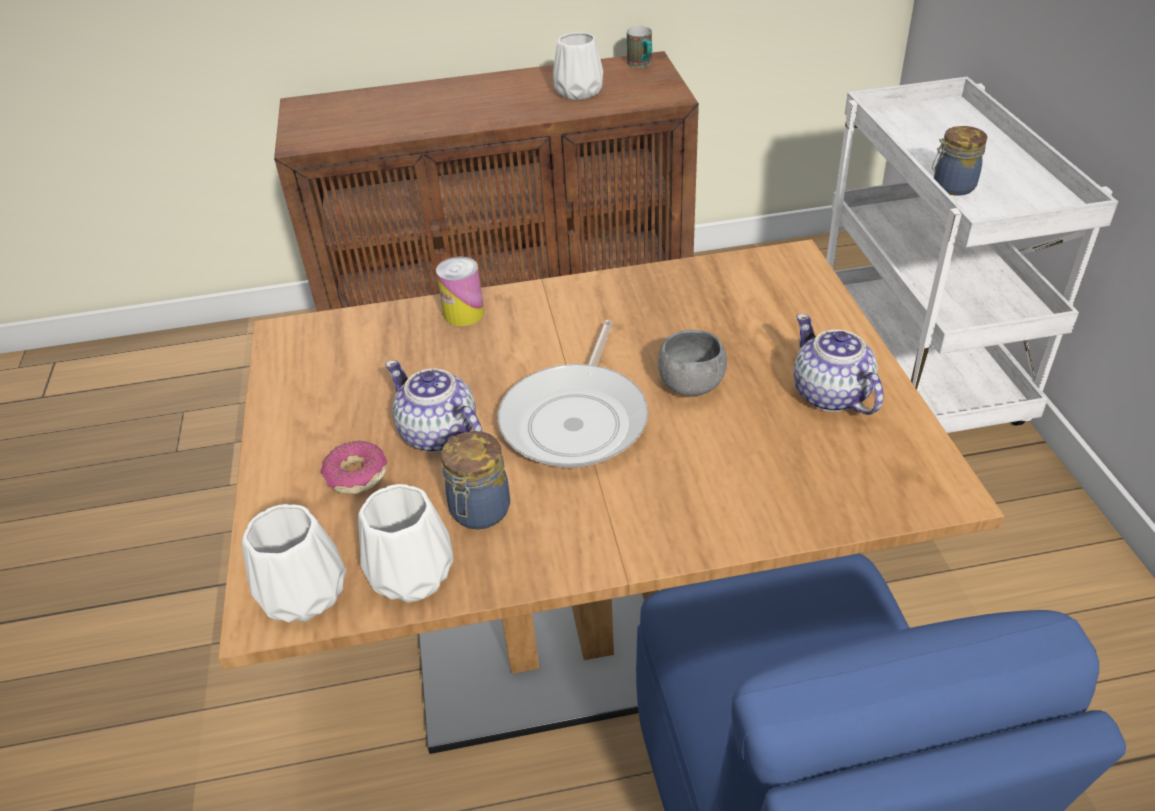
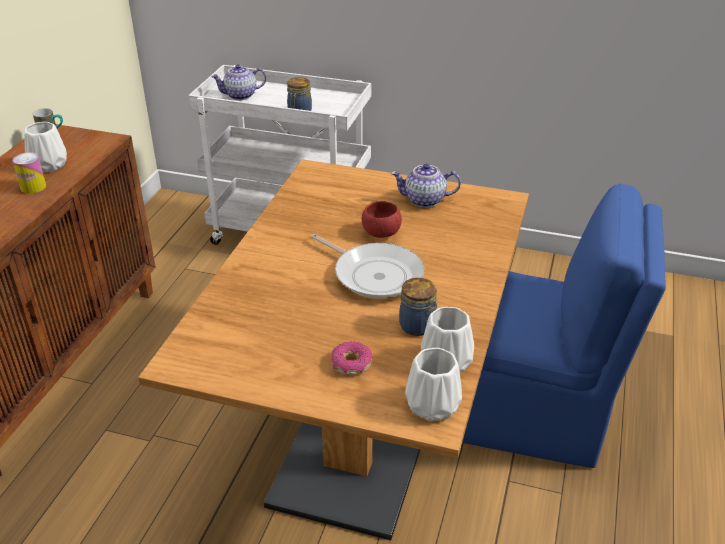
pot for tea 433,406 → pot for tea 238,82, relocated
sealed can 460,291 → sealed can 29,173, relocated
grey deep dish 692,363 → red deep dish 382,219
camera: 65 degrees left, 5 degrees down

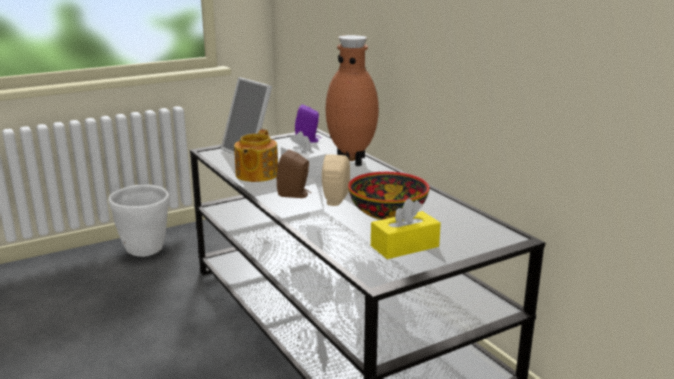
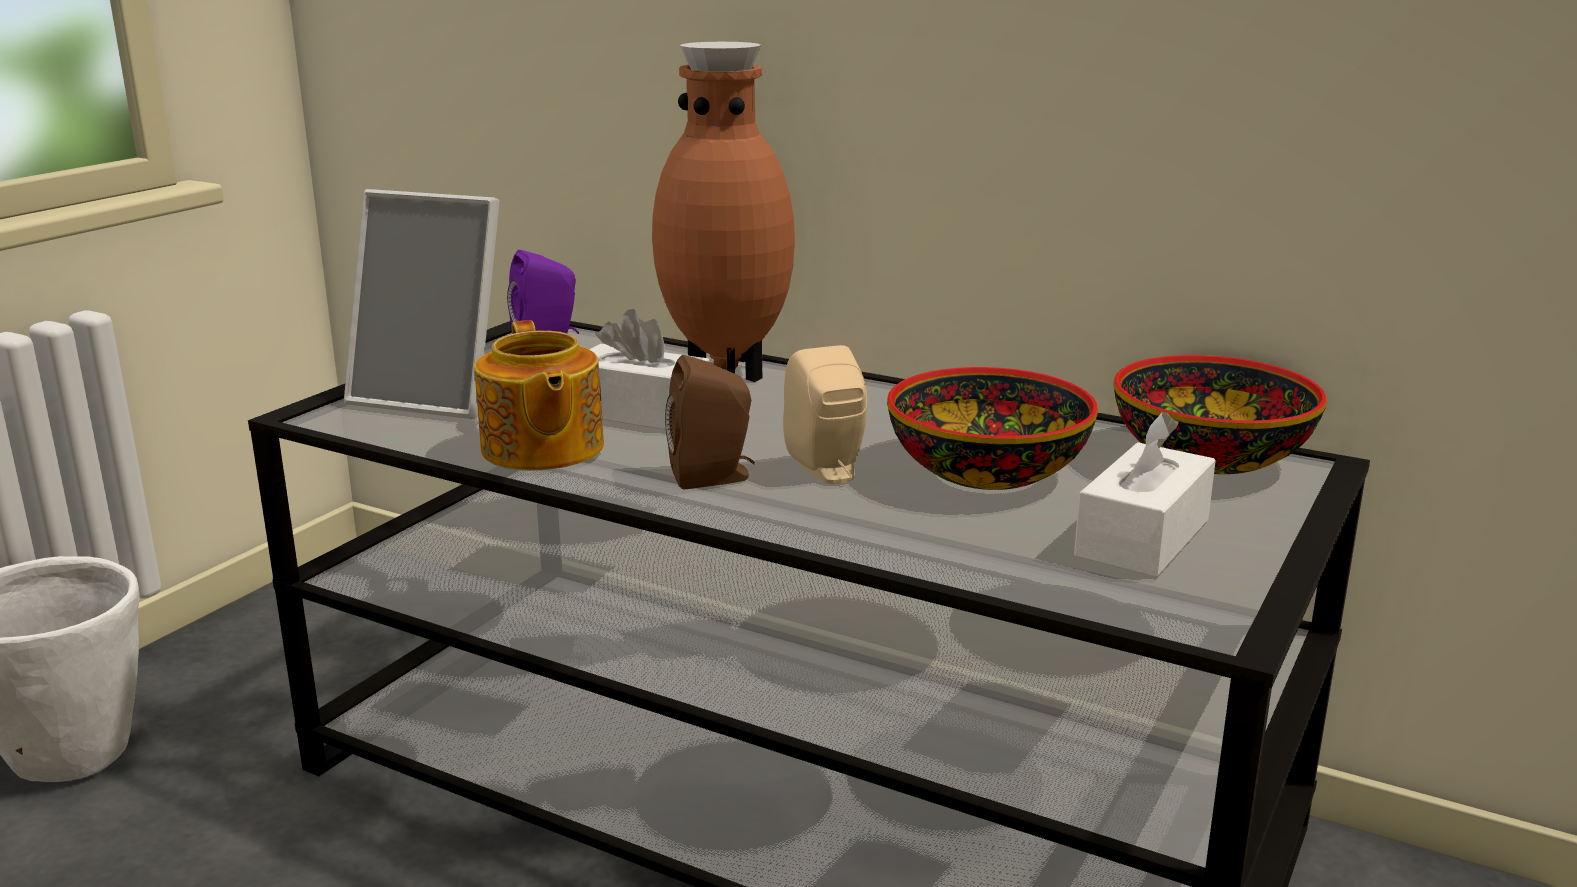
- → deep dish 1220,414
yellow-coloured box of tissues 406,229 → white-coloured box of tissues 1145,494
camera: 30 degrees left, 0 degrees up

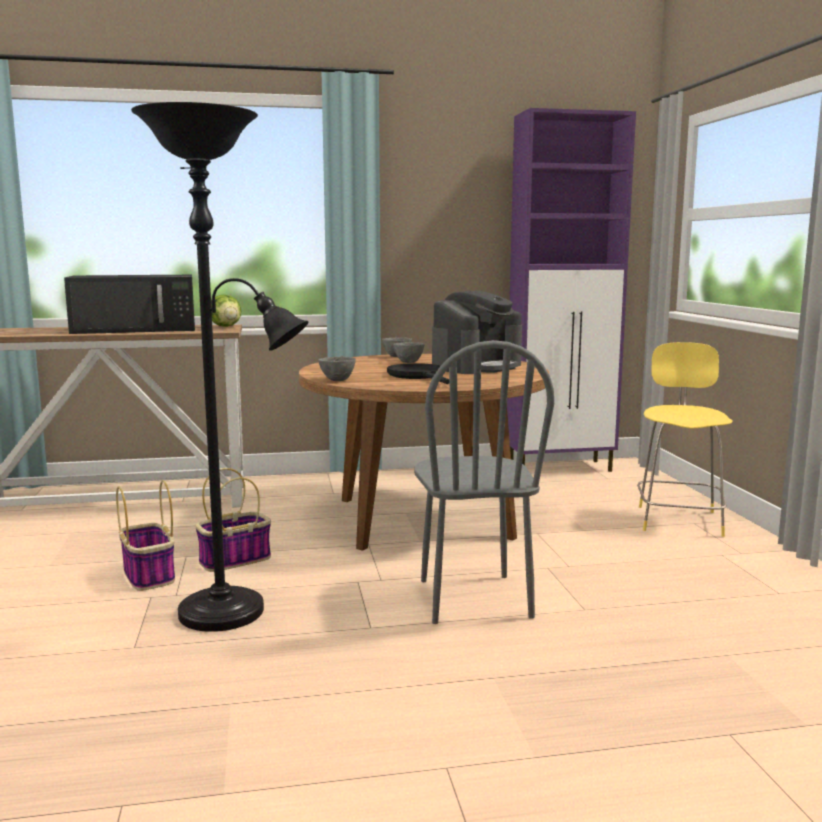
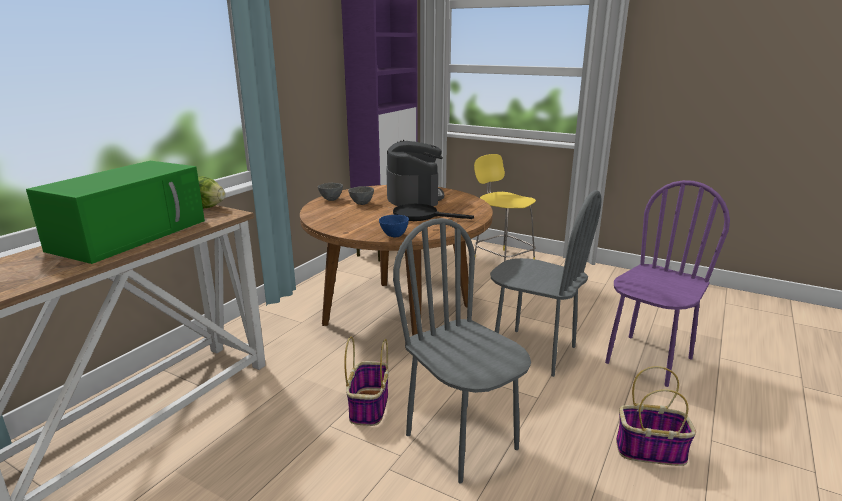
- → purple-coloured plain chair 667,283
household basket 145,535 → household basket 656,416, relocated
black standing lamp 219,367 → grey plain chair 462,351
black microwave 129,304 → green microwave 115,212
grey deep dish 337,368 → blue deep dish 394,226
camera: 50 degrees left, 10 degrees up

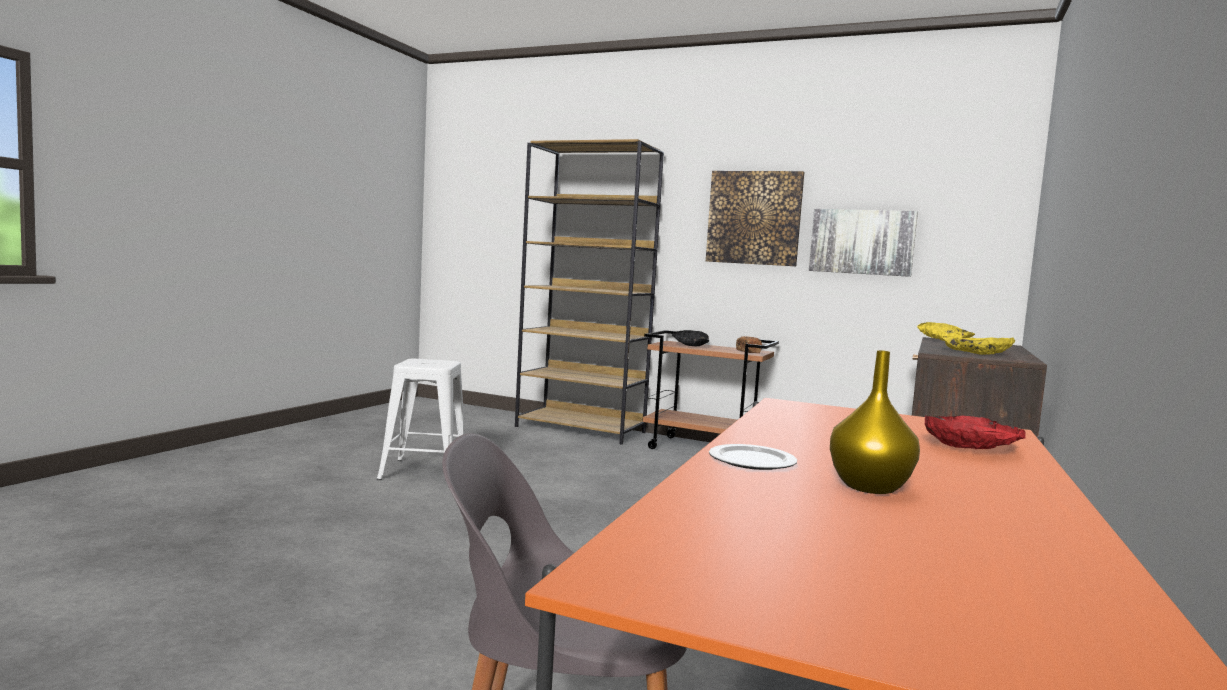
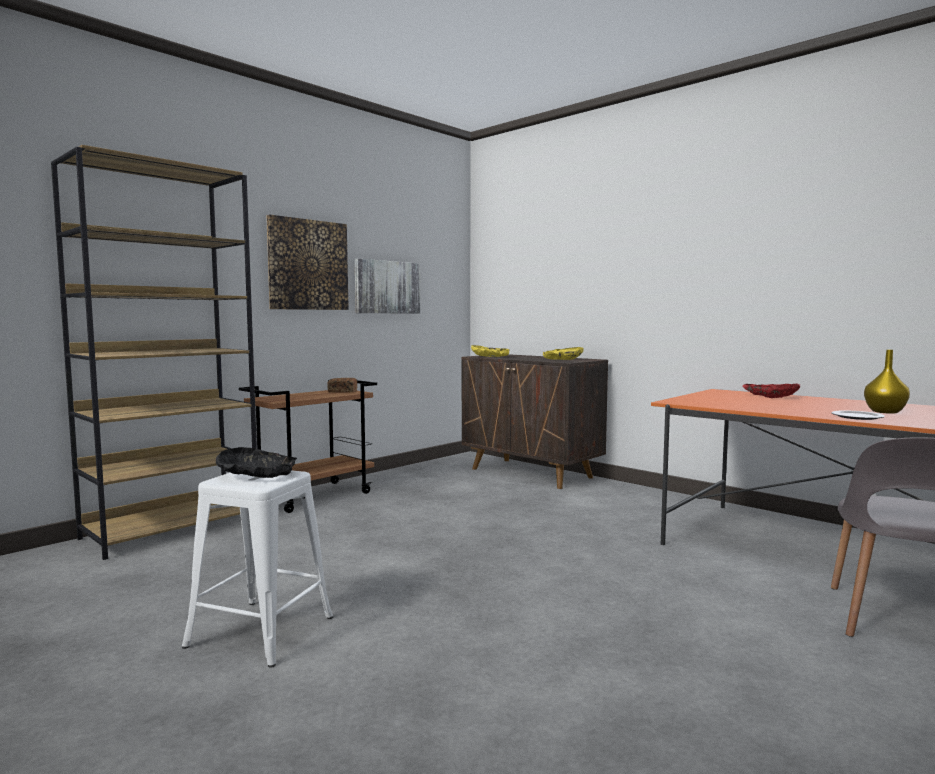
black deep dish 691,338 → black deep dish 256,462, relocated
camera: 70 degrees left, 0 degrees up

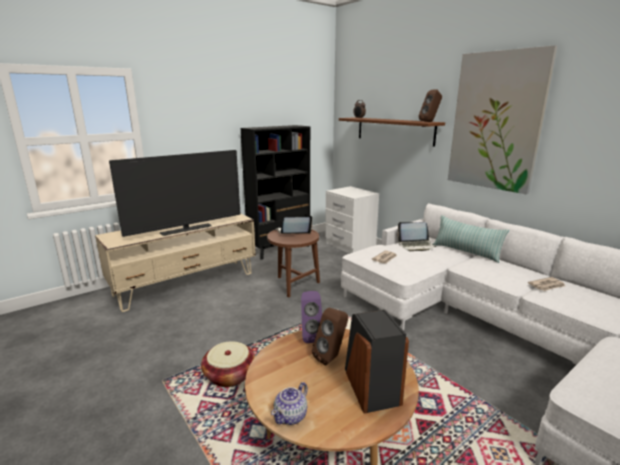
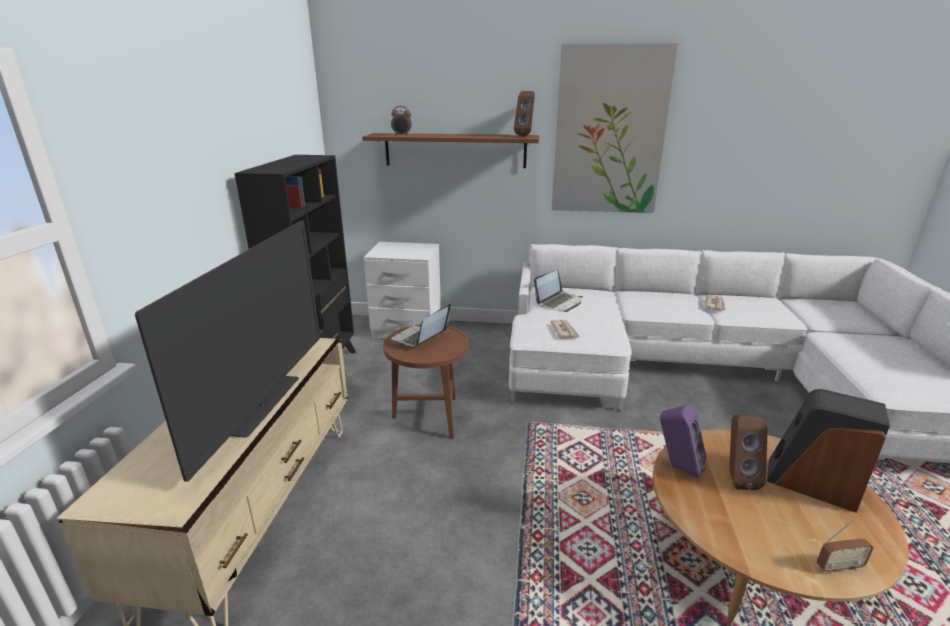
household basket 228,364 → -
pillow 471,239 → -
pot for tea 289,403 → radio 845,547
camera: 45 degrees left, 5 degrees up

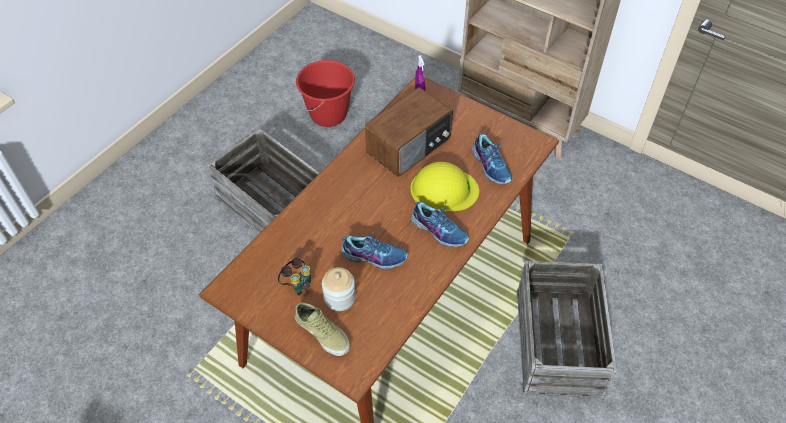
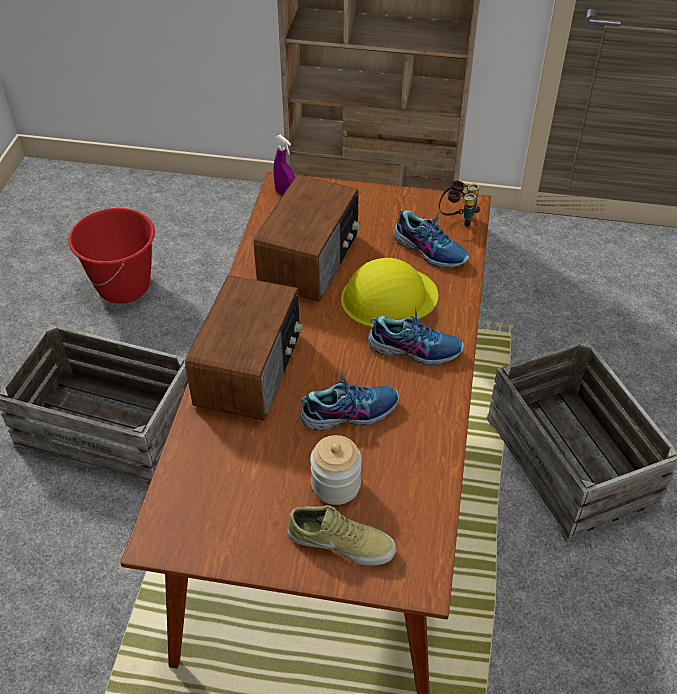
- → radio 244,347
field glasses 294,276 → field glasses 459,204, relocated
camera: 25 degrees left, 5 degrees down

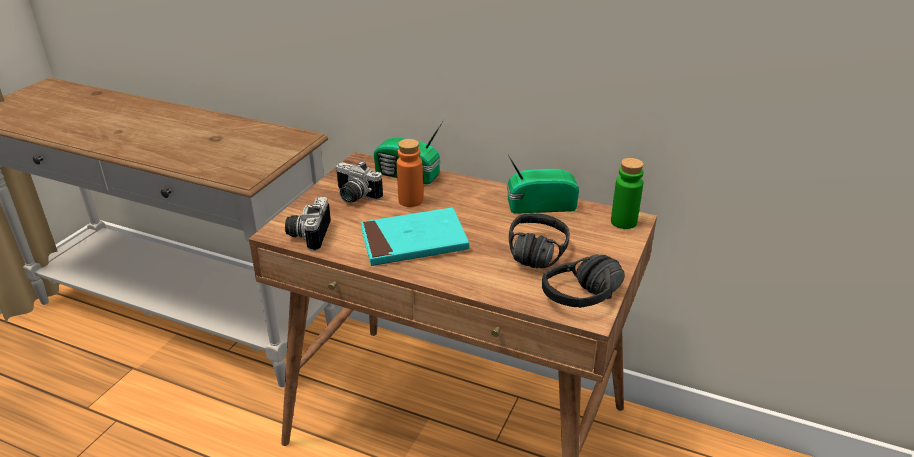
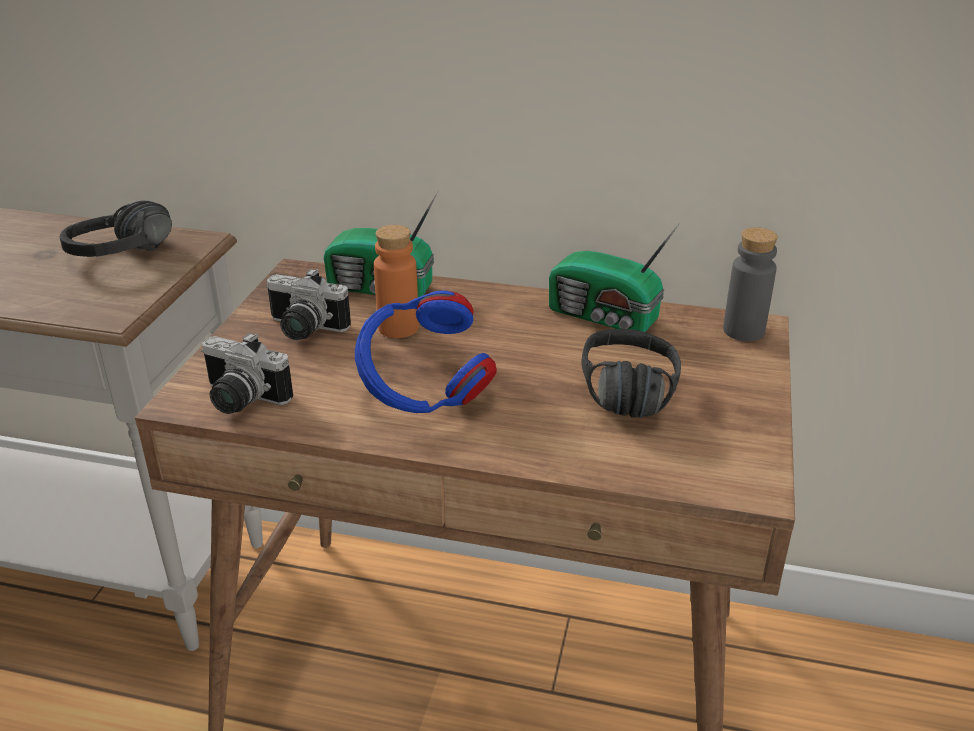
black headphones 583,281 → black headphones 116,229, relocated
turquoise-coloured book 415,236 → blue headphones 426,351
green bottle 627,193 → grey bottle 750,284
photo camera 308,224 → photo camera 247,373, 60 degrees counterclockwise
radio 543,184 → radio 614,278, 135 degrees counterclockwise
camera: 10 degrees left, 0 degrees up

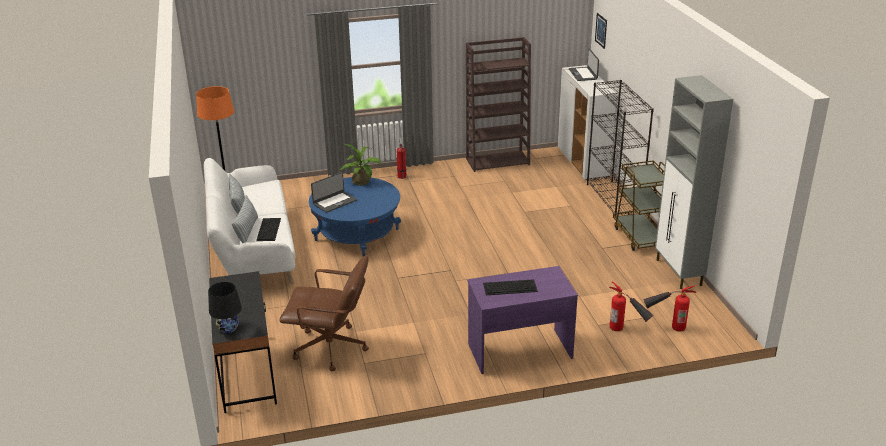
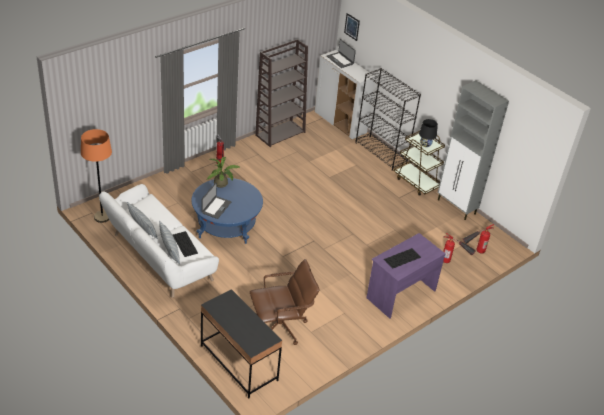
black tabletop lamp 225,307 → black tabletop lamp 428,133, relocated
camera: 30 degrees left, 10 degrees up

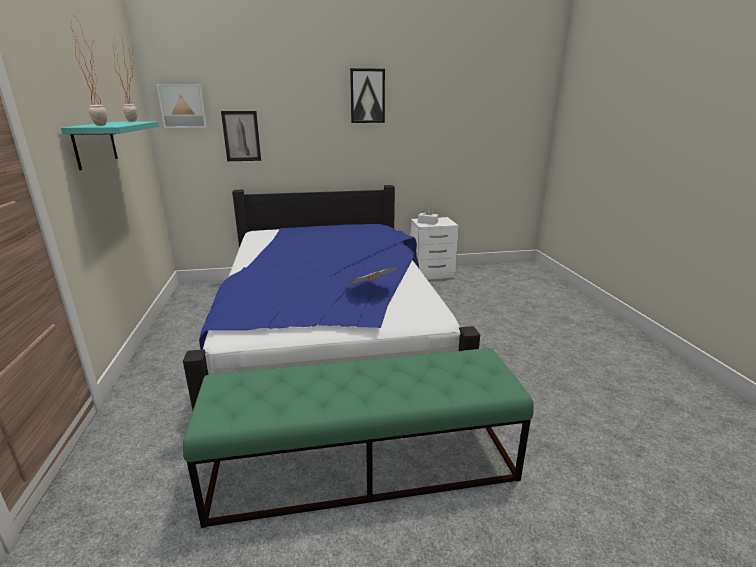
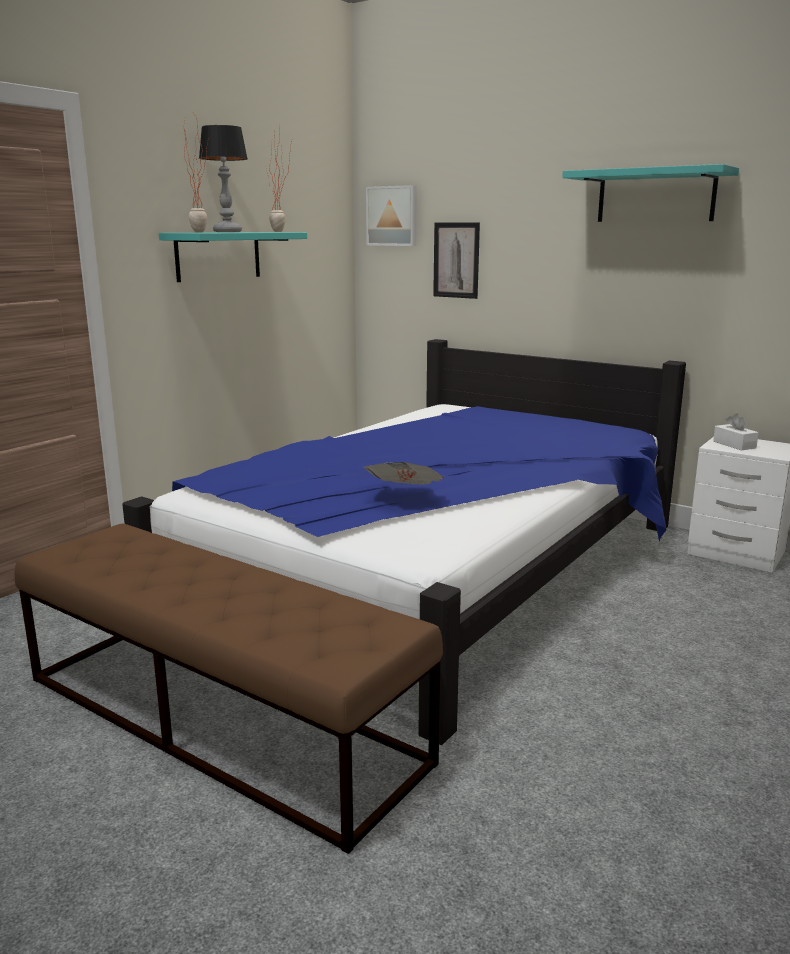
- → tabletop lamp 223,178
wall picture 367,95 → turquoise-coloured shelf 650,193
green long seat 358,438 → brownish long seat 228,688
camera: 45 degrees right, 5 degrees down

